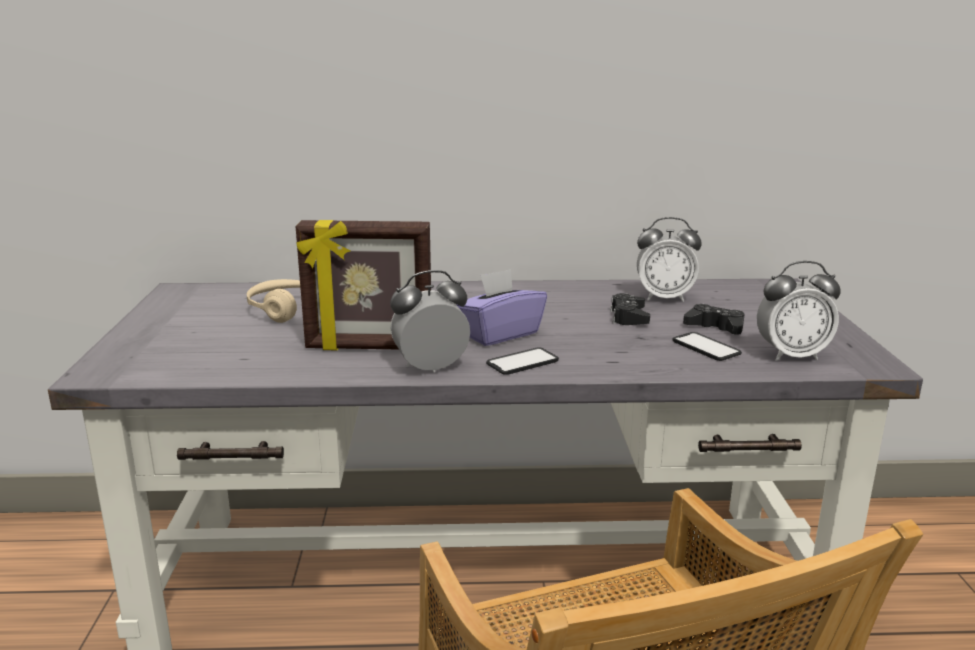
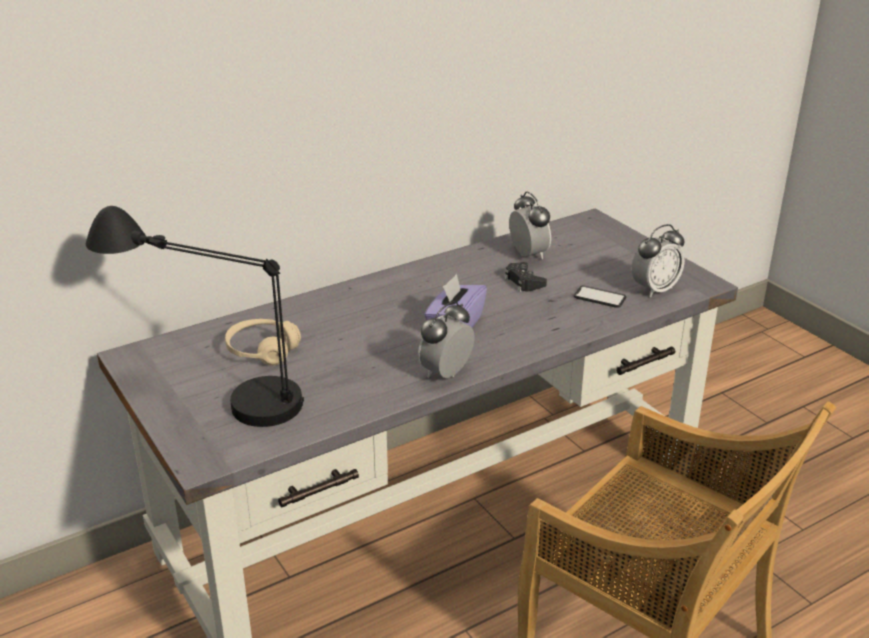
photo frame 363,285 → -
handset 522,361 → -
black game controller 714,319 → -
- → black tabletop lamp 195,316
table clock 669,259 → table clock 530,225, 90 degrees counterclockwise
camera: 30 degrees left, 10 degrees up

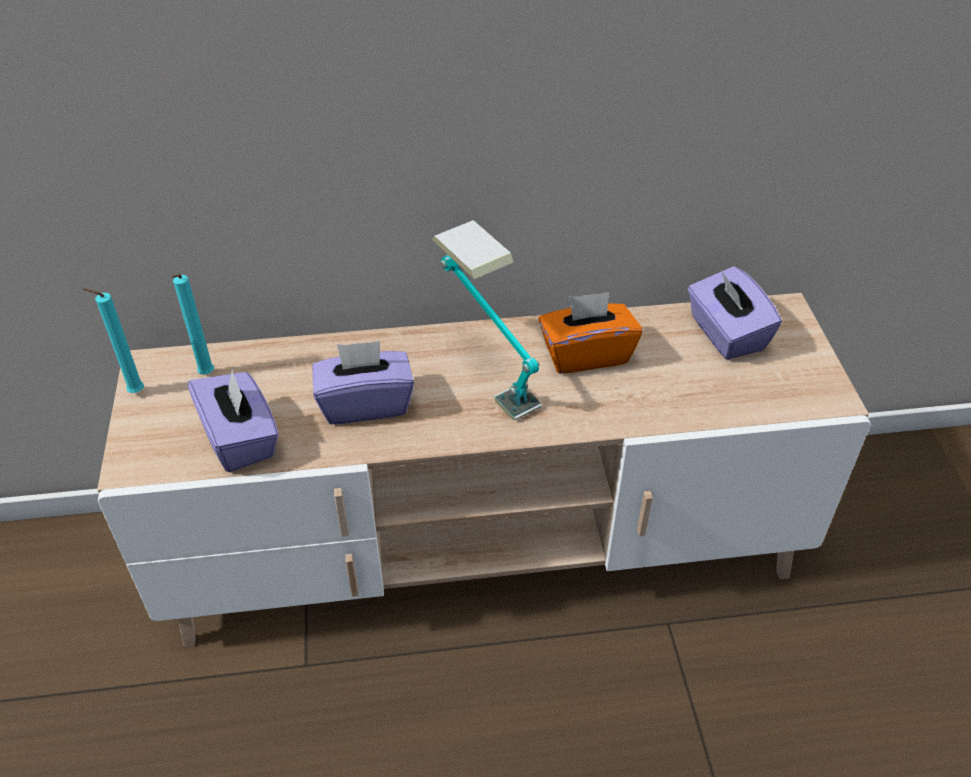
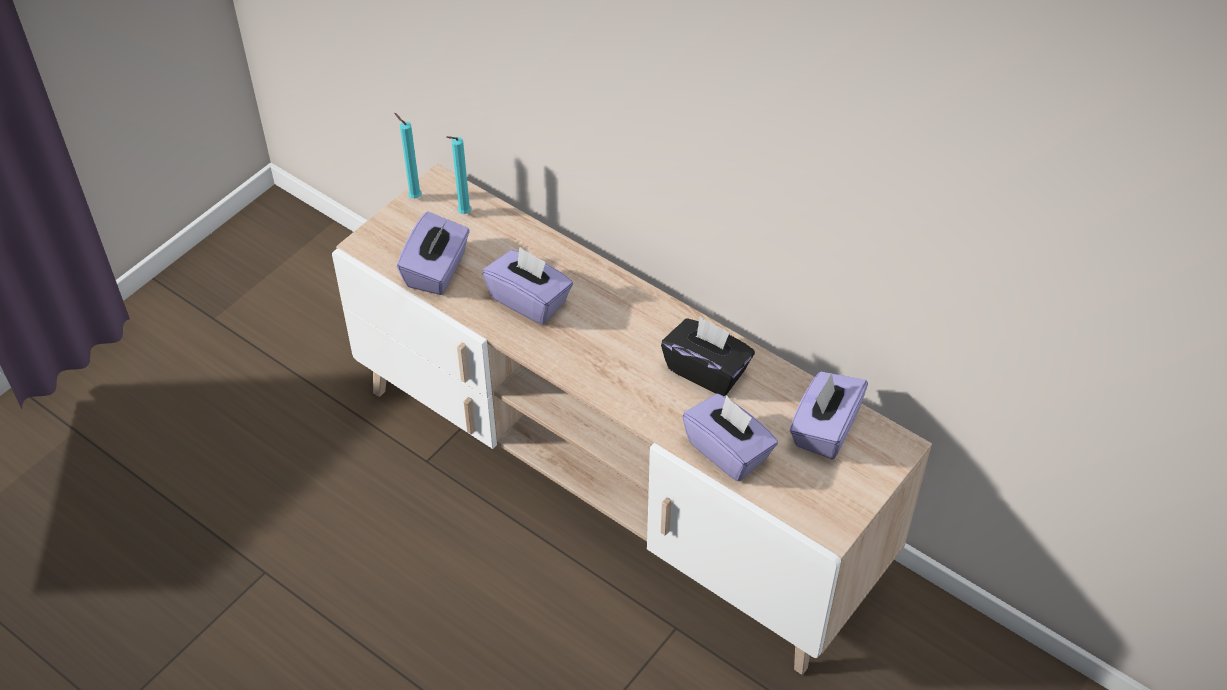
tabletop lamp 487,320 → -
- → purple-coloured box of tissues 730,437
orangey box of tissues 590,333 → black box of tissues 708,356
camera: 45 degrees right, 5 degrees up

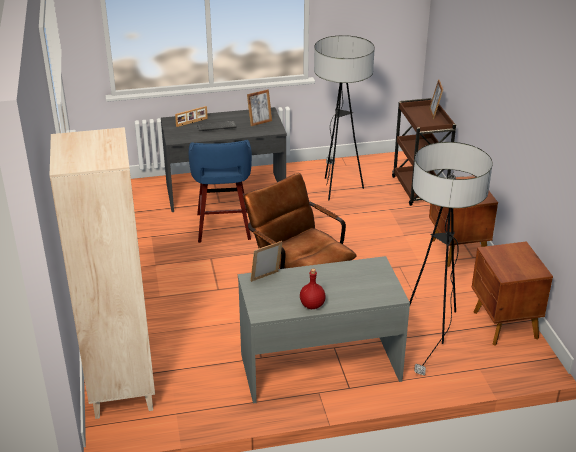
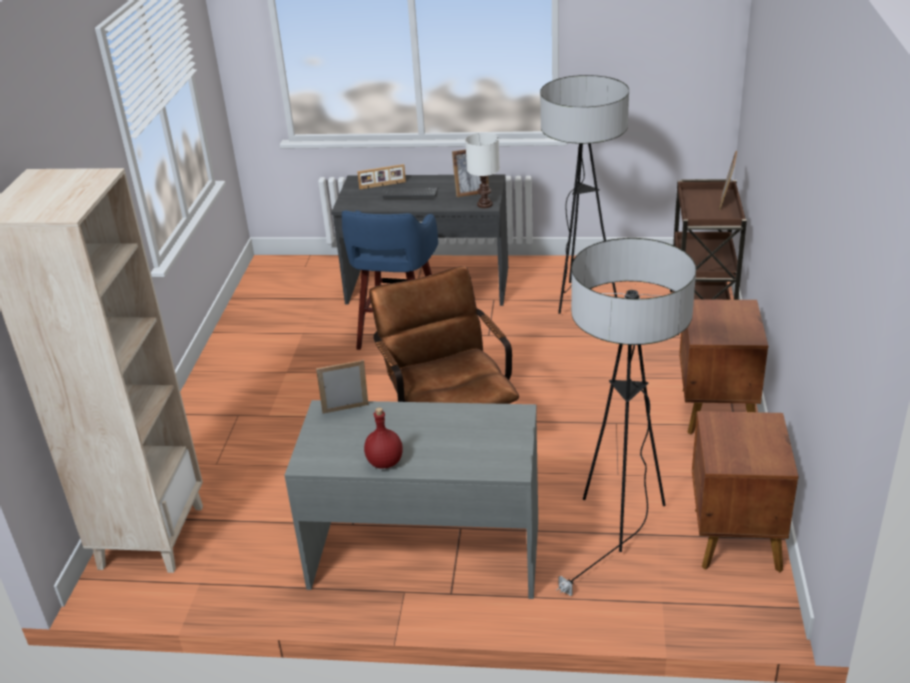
- → white-coloured tabletop lamp 482,170
camera: 20 degrees right, 0 degrees up

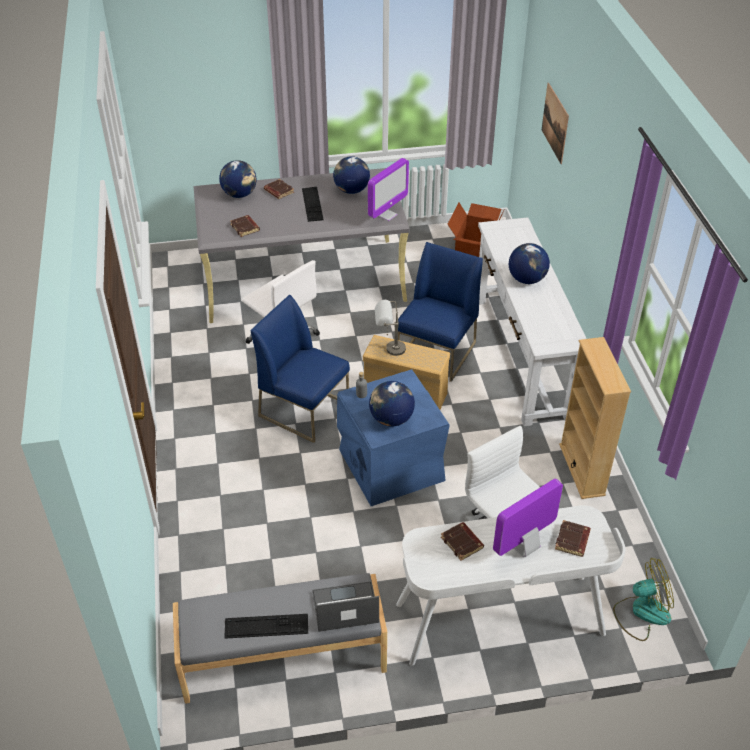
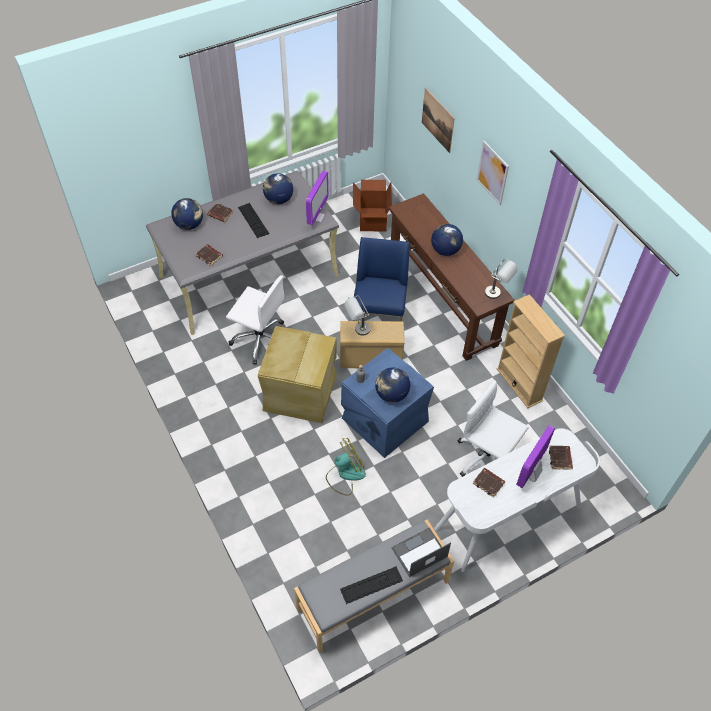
- → wall picture 493,173
- → grey tabletop lamp 501,279
cooling fan 643,599 → cooling fan 346,467, relocated
blue plain chair 300,369 → beige-coloured storage box 297,374
white-coloured hall table 532,321 → brownish hall table 452,277
camera: 20 degrees left, 10 degrees up

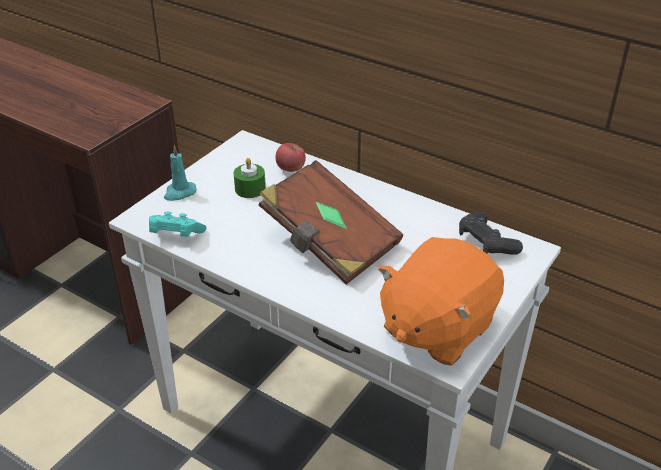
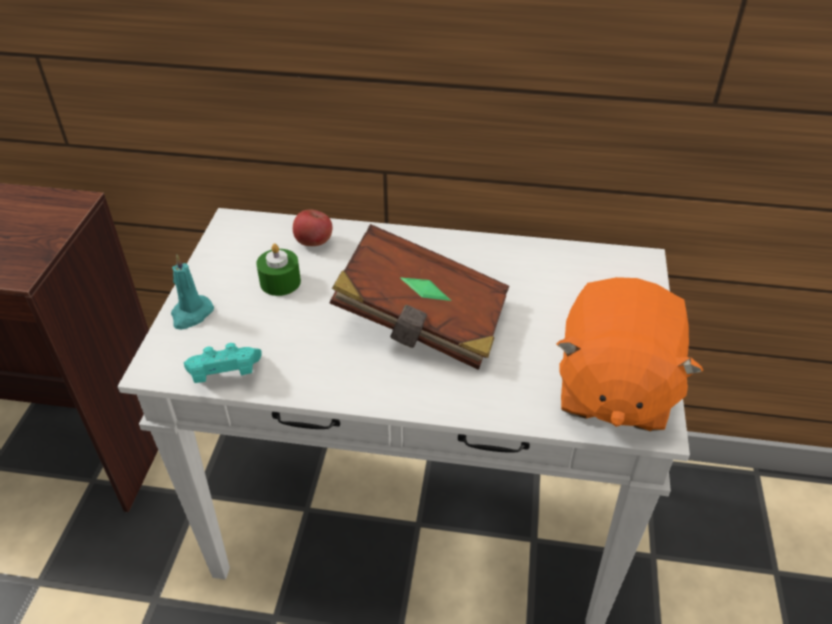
black game controller 491,233 → -
camera: 25 degrees left, 5 degrees up

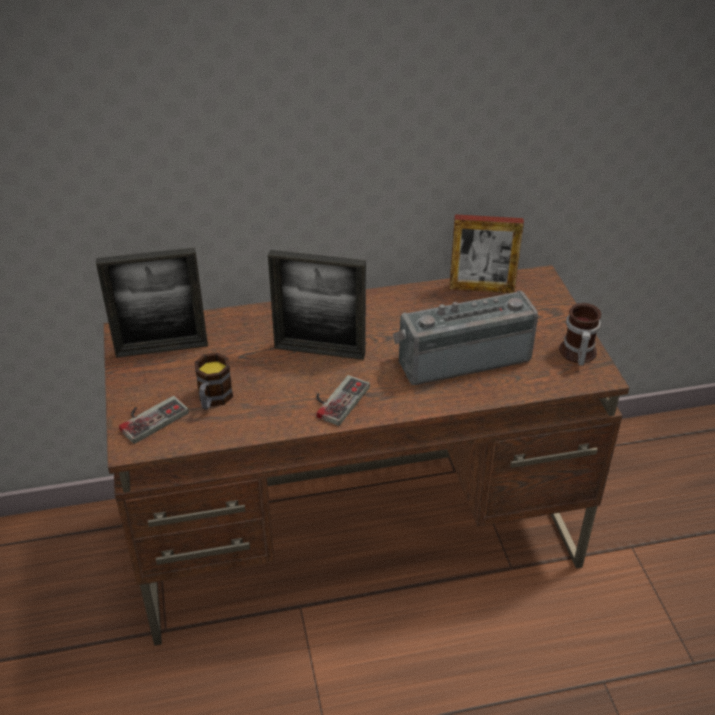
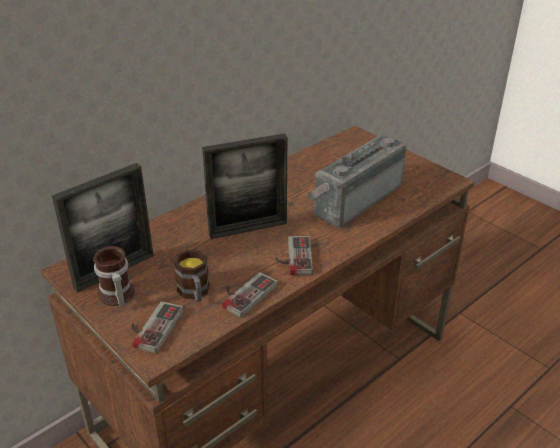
photo frame 486,253 → -
- → game controller 250,294
coffee mug 580,334 → coffee mug 114,276, relocated
camera: 30 degrees left, 5 degrees down

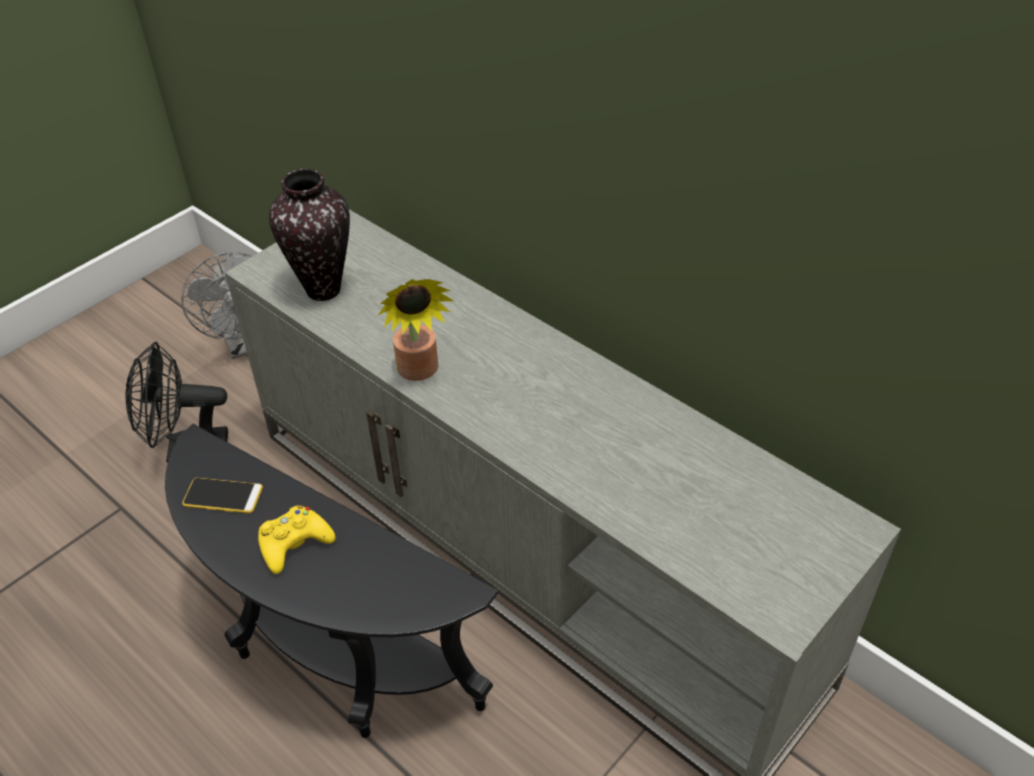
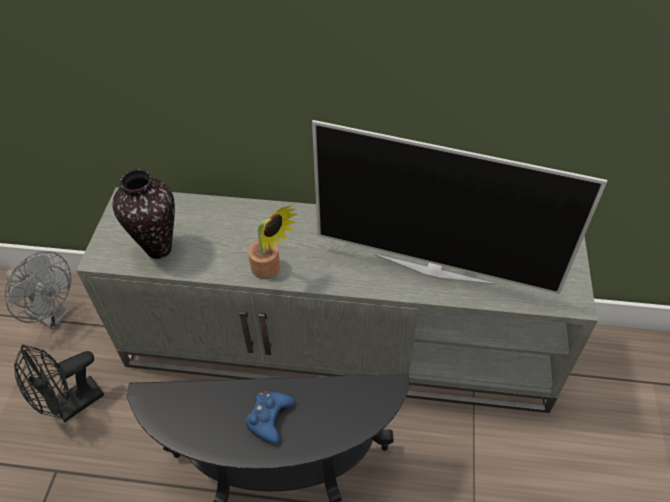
handset 222,495 → -
- → television 459,207
yellow-coloured game controller 297,539 → blue game controller 270,417
camera: 35 degrees left, 5 degrees up

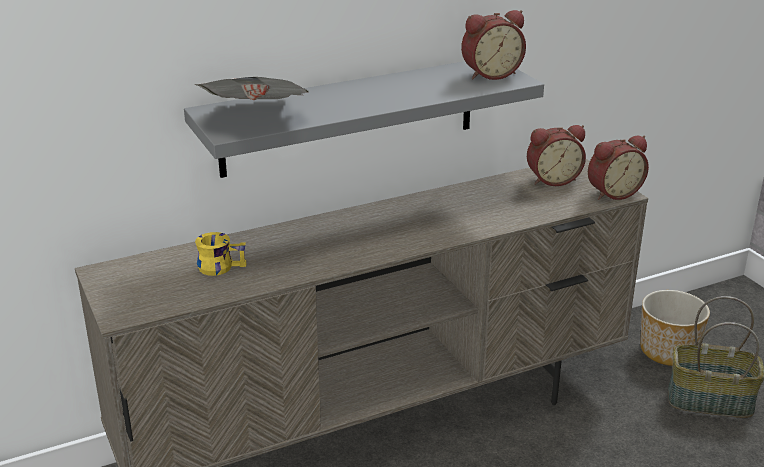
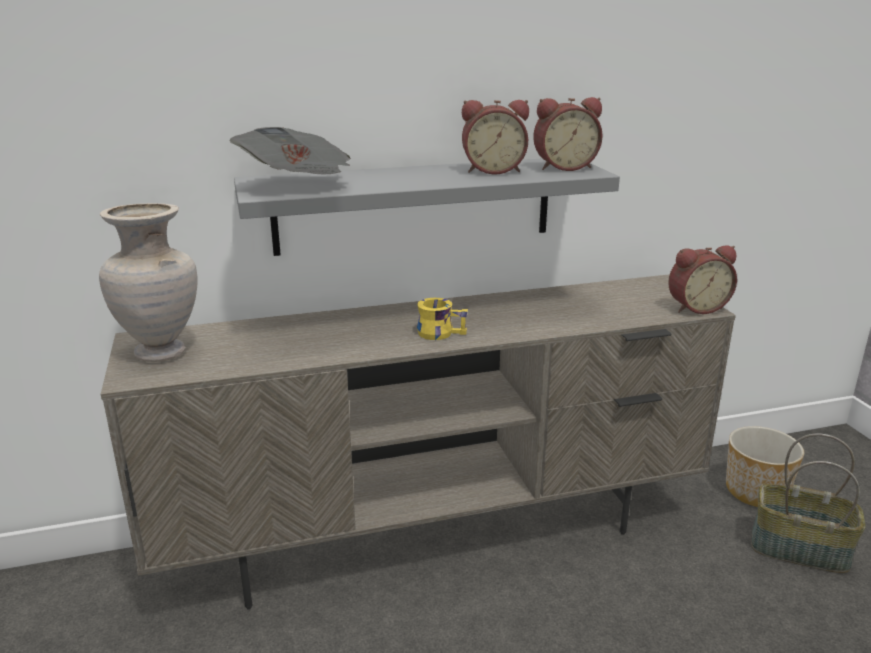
- → beige-coloured vase 148,282
yellow-coloured coffee mug 220,254 → yellow-coloured coffee mug 442,319, relocated
table clock 556,155 → table clock 495,137, relocated
camera: 10 degrees right, 5 degrees down

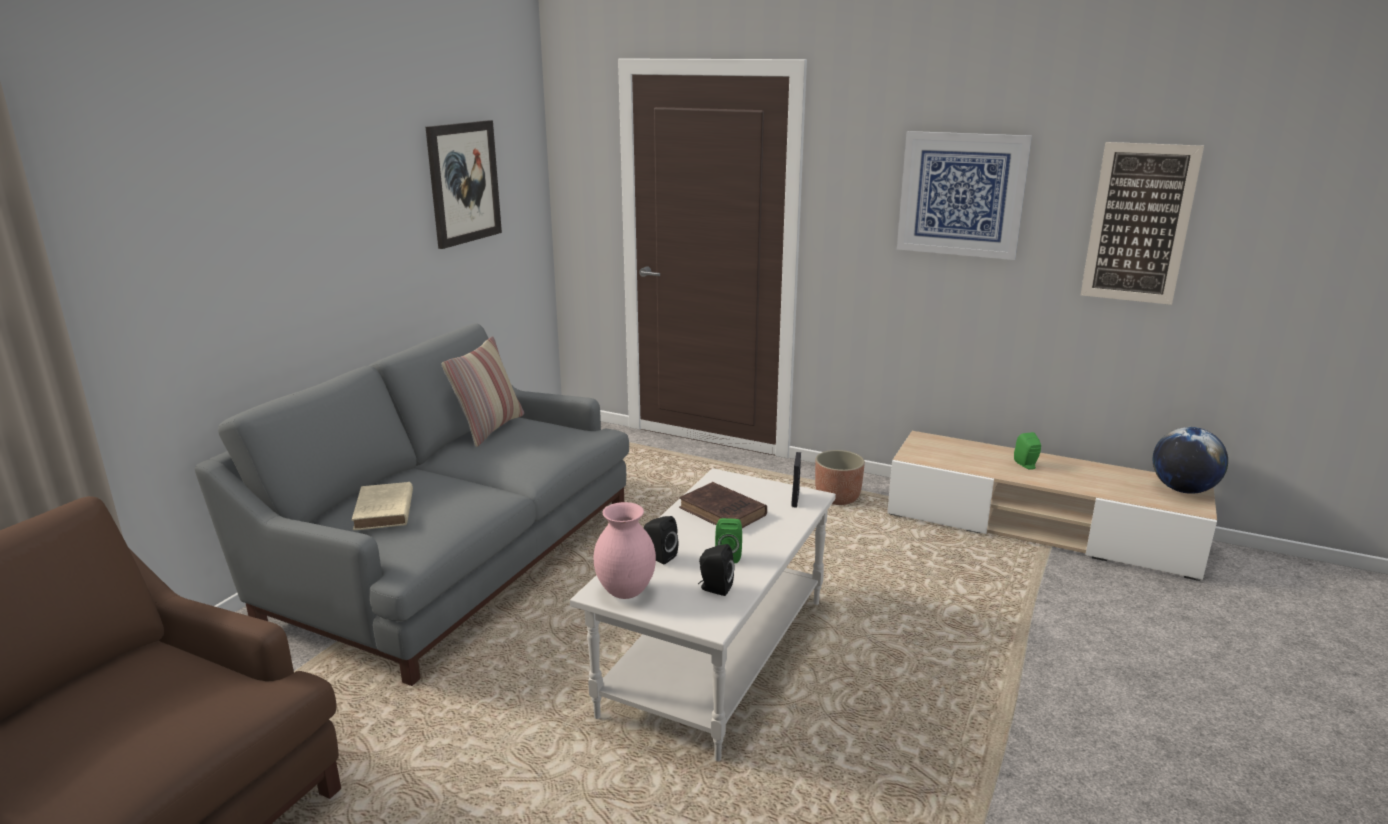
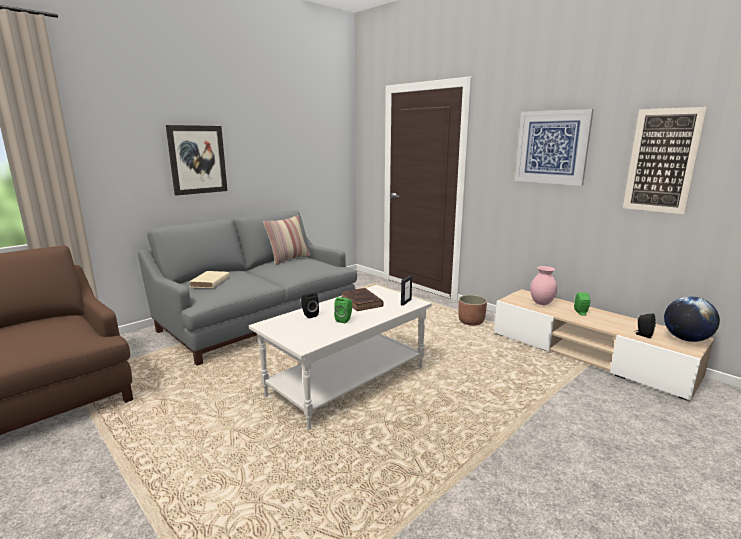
wall picture 463,184 → wall picture 196,160, relocated
pinkish vase 624,550 → pinkish vase 543,285, relocated
black speaker 716,570 → black speaker 645,325, relocated
camera: 20 degrees right, 5 degrees down

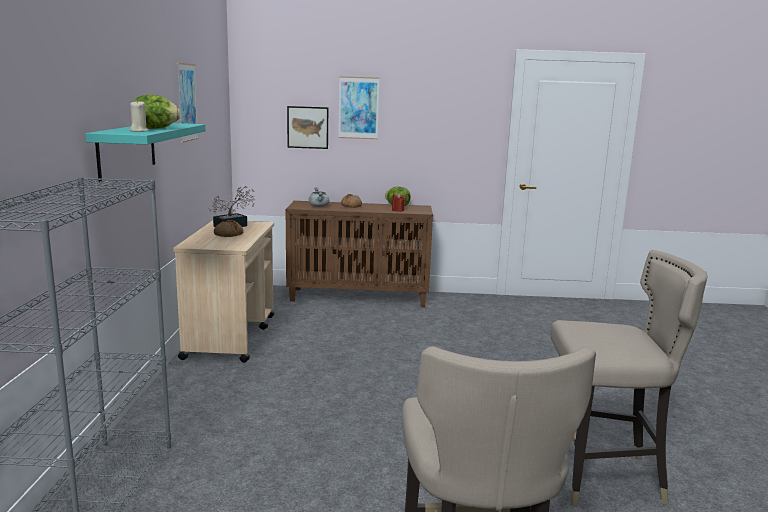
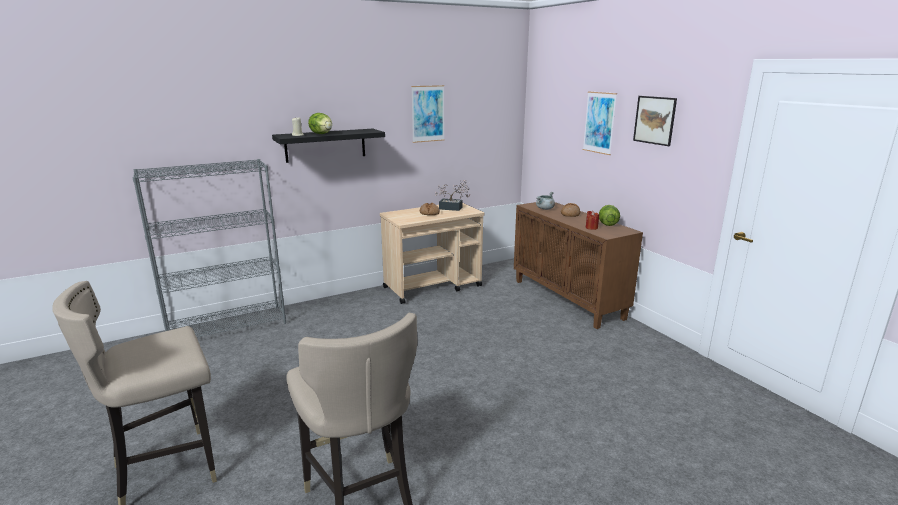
wall picture 307,127 → wall picture 655,121, relocated
turquoise-coloured shelf 145,152 → black shelf 328,146
camera: 60 degrees right, 5 degrees up

